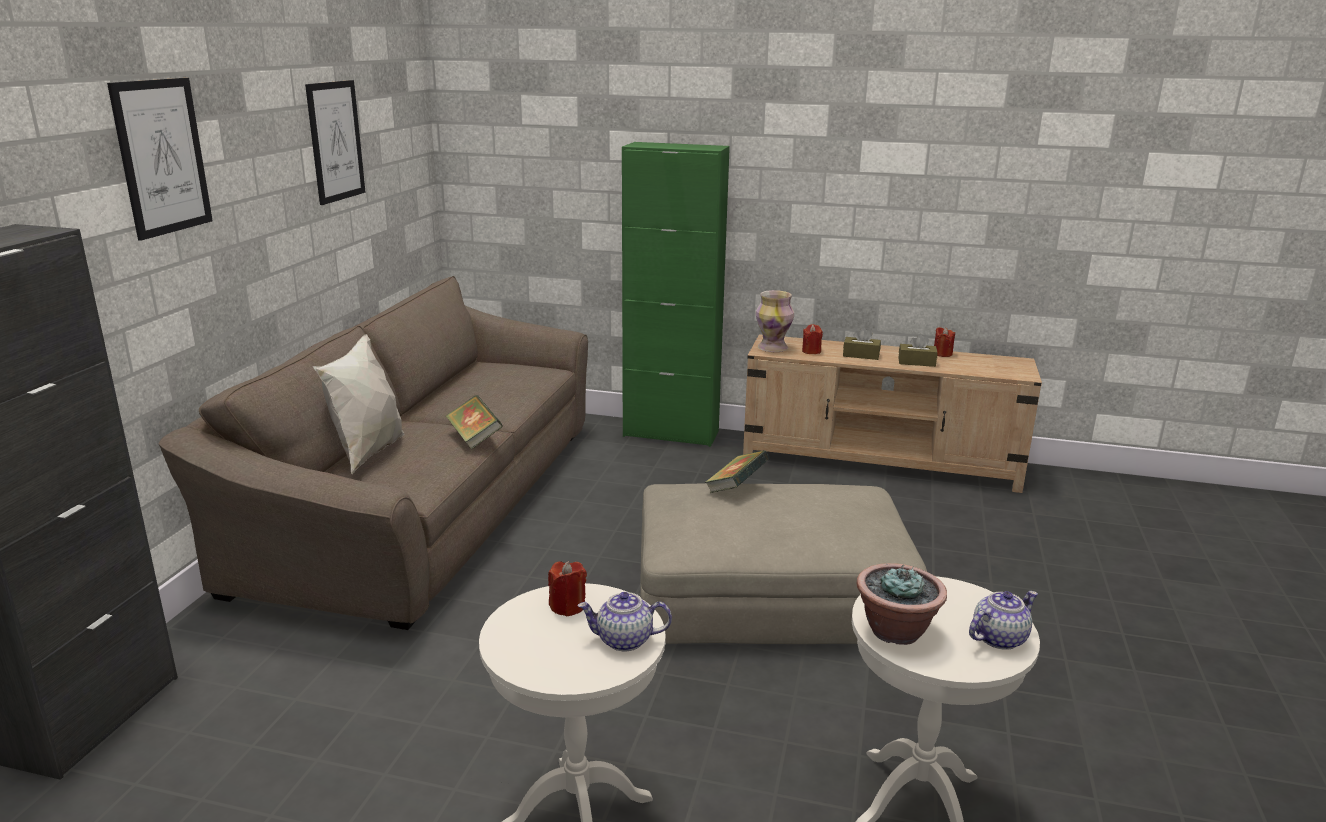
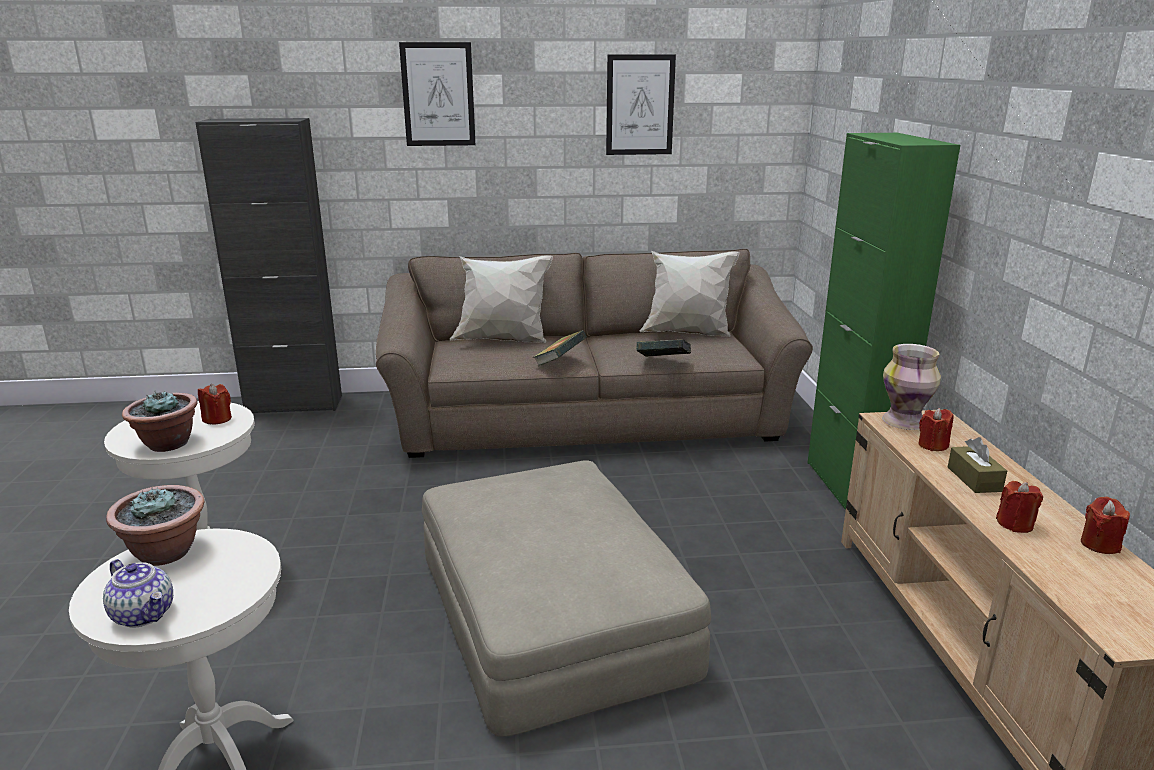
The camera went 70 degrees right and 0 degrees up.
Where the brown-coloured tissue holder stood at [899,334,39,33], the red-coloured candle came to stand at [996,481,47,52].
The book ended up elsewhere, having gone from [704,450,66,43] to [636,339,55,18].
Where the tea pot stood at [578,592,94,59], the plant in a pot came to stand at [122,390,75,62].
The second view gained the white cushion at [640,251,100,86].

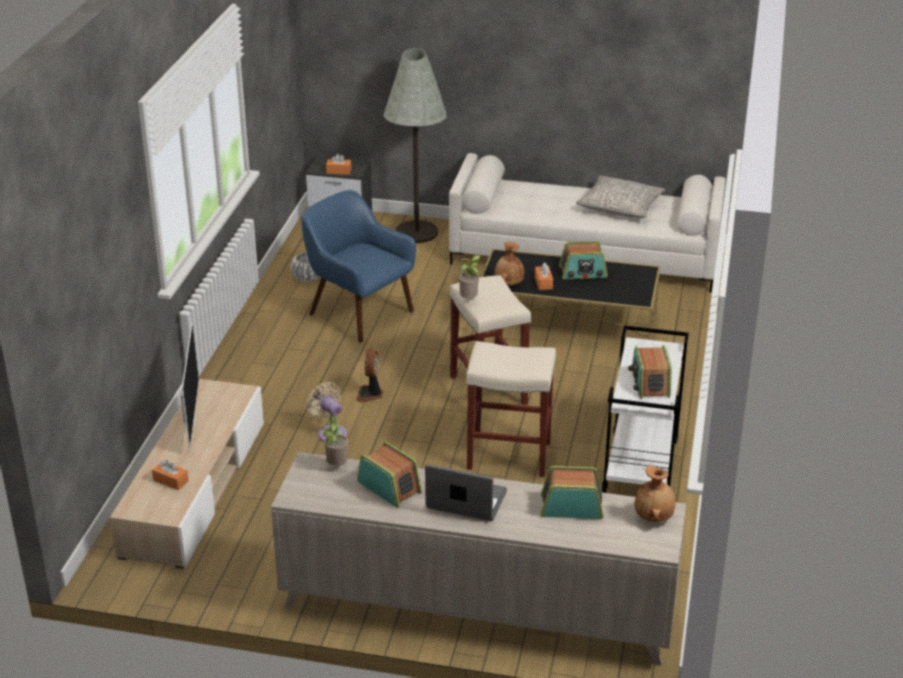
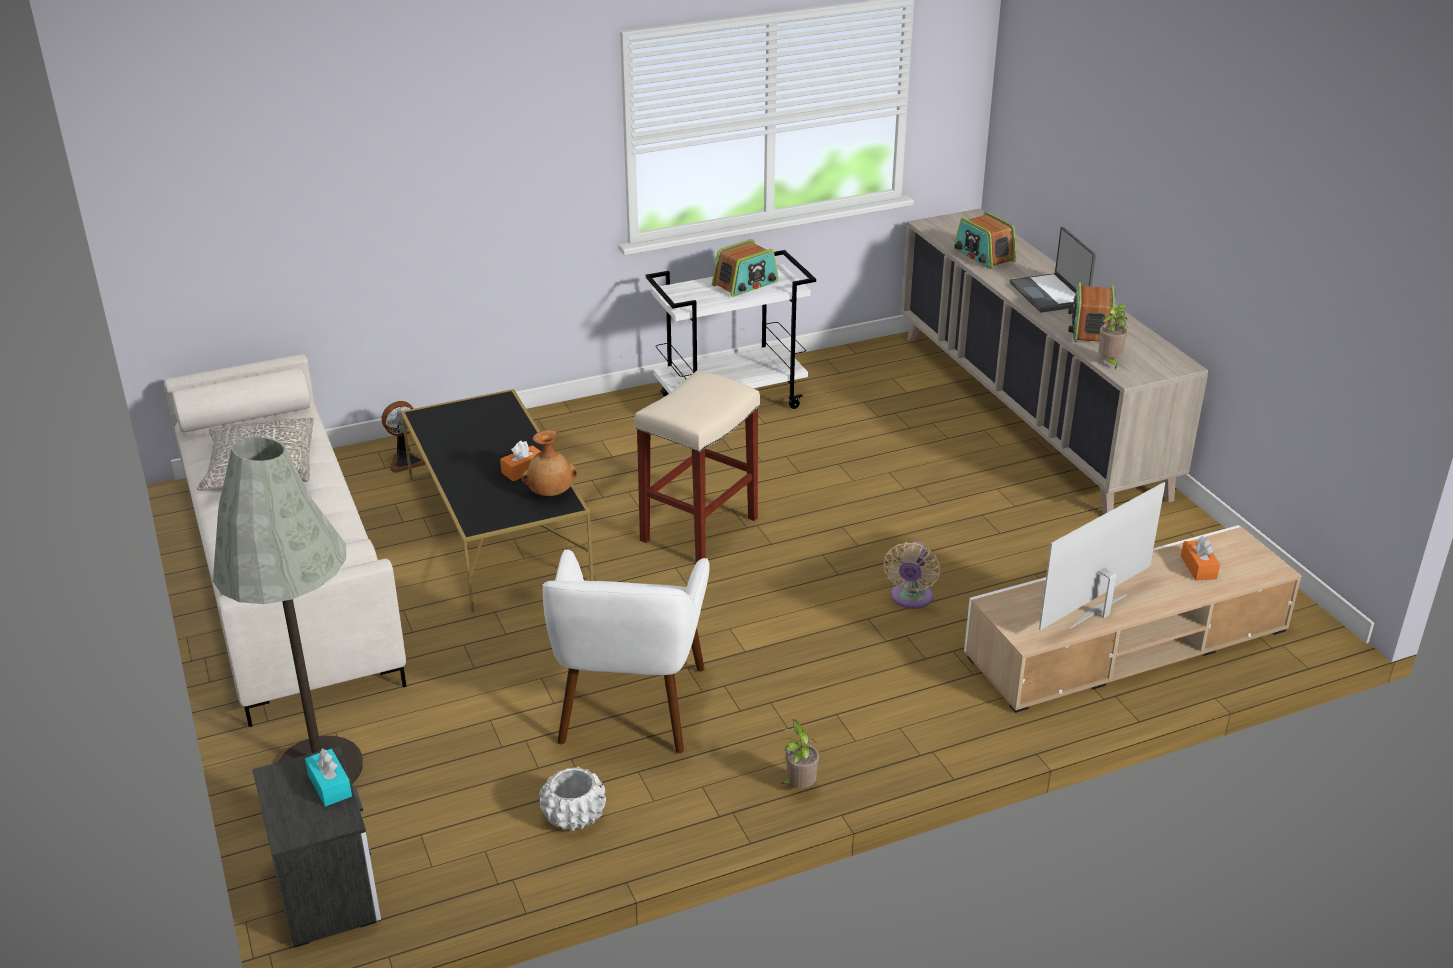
The camera went 125 degrees left and 0 degrees up.
What was the orange-coloured tissue holder at [326,154,26,21] turned into the turquoise-coloured tissue holder at [305,749,47,58].
What was the blue lounge chair at [301,190,115,153] turned into the white lounge chair at [542,549,168,204].
The second view lost the radio at [559,241,49,38].
The plant in a pot ended up elsewhere, having gone from [459,255,22,43] to [780,719,39,69].
The second view lost the beige-coloured stool at [466,341,90,136].
The electric fan ended up elsewhere, having gone from [356,348,28,54] to [382,401,44,72].
The second view lost the brown-coloured decorative vase at [635,465,40,57].

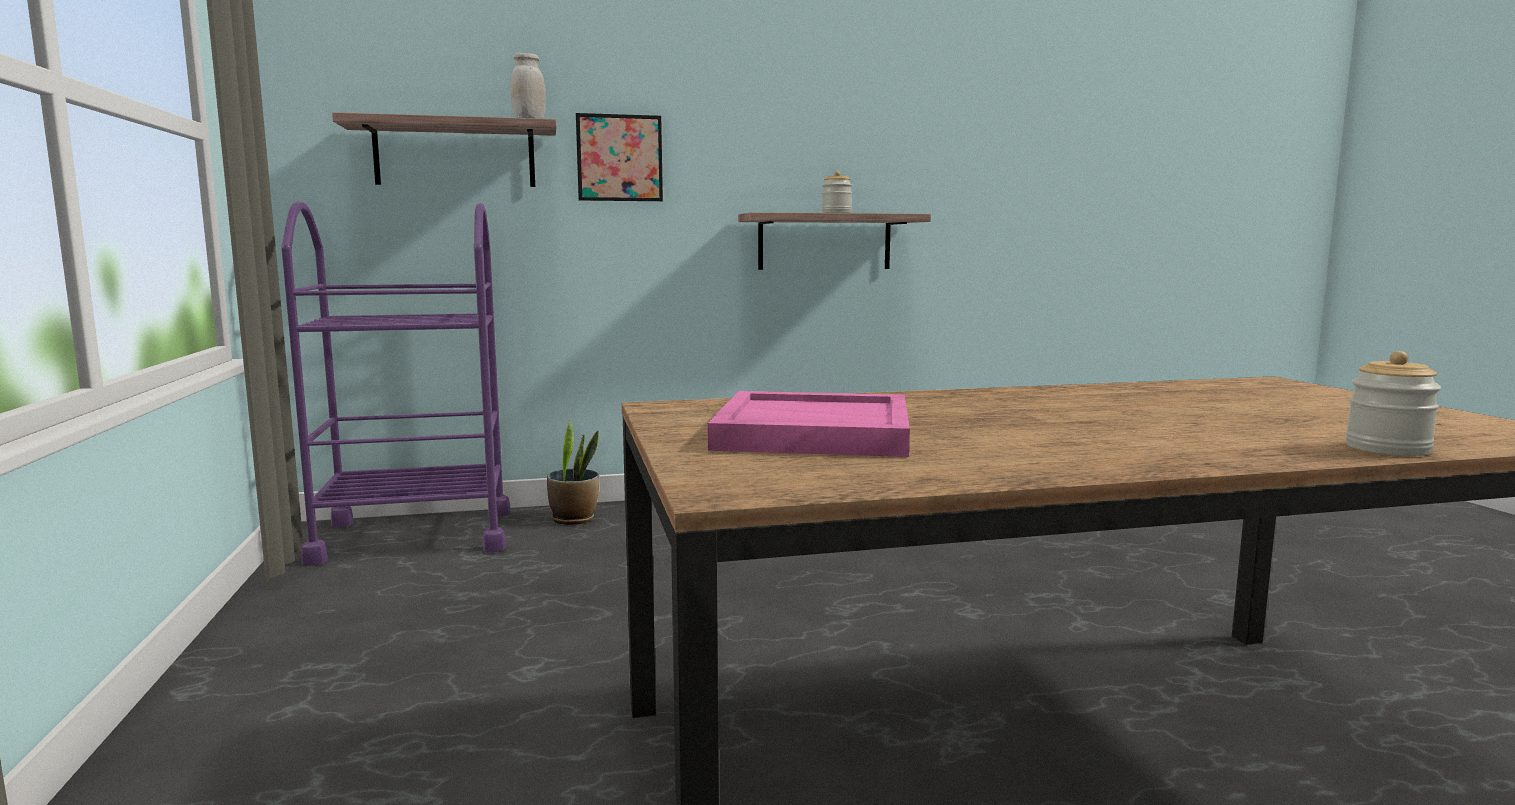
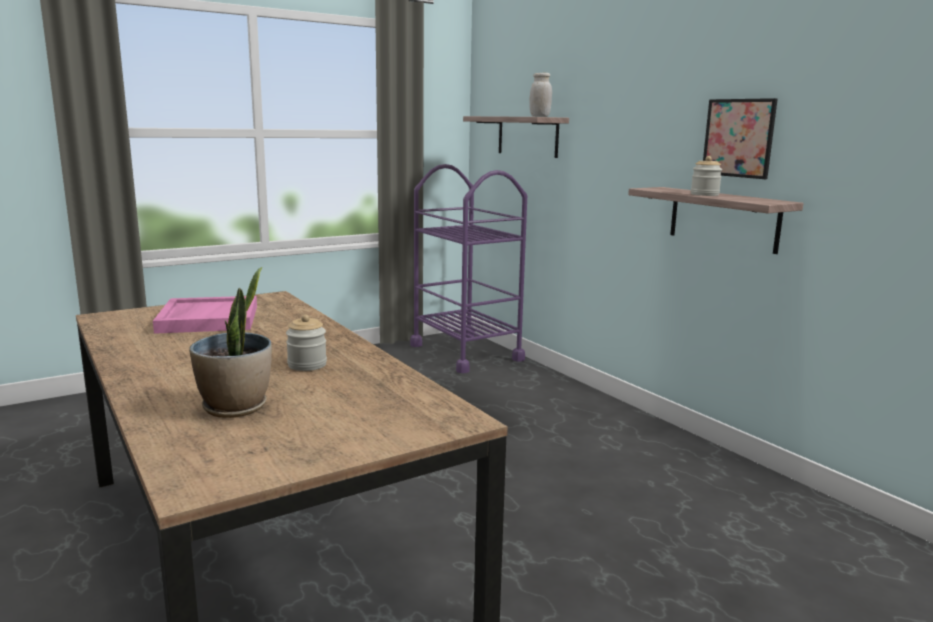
The camera went 70 degrees right and 5 degrees up.
The picture ended up elsewhere, having gone from [576,113,87,88] to [703,98,75,81].
The storage jar ended up elsewhere, having gone from [1345,351,96,105] to [286,314,41,57].
The plant in a pot ended up elsewhere, having gone from [547,421,52,104] to [189,267,83,151].

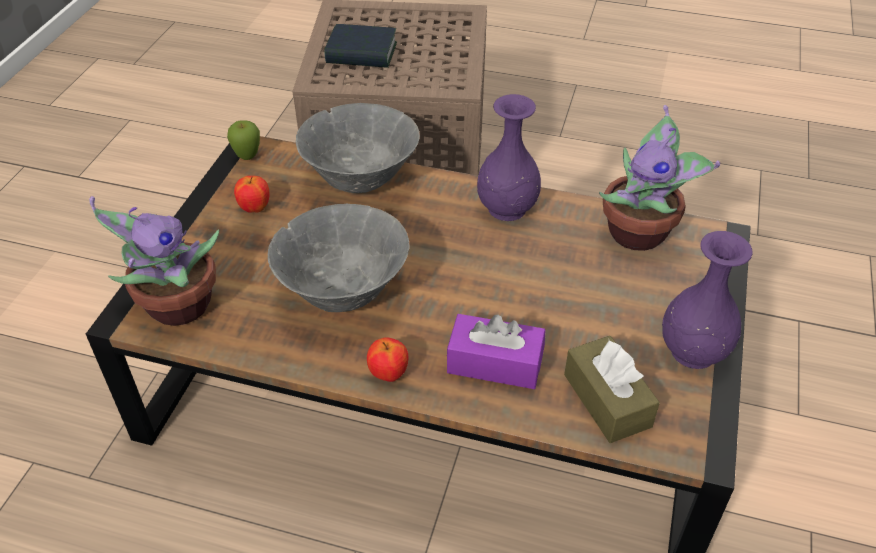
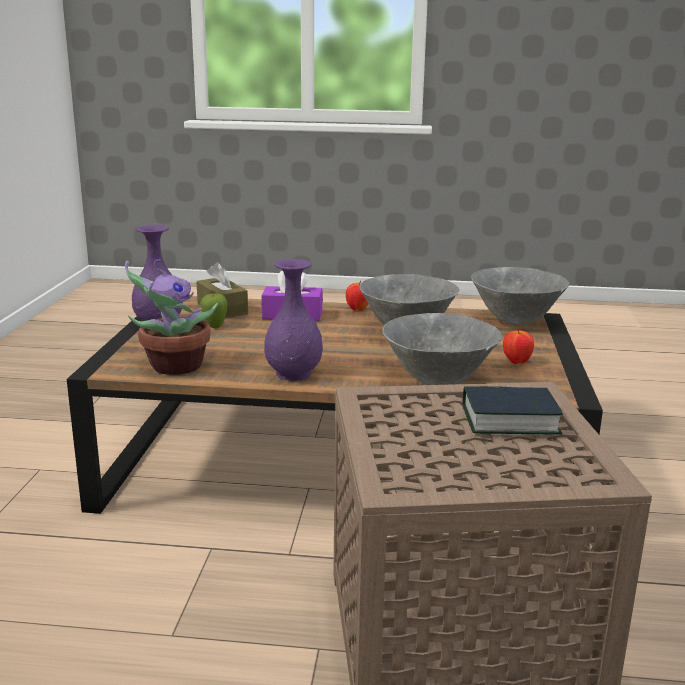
The camera went 170 degrees right and 25 degrees down.
The apple ended up elsewhere, having gone from [227,120,33,40] to [200,293,28,35].
Where the plant in a pot stood at [89,196,130,130], the grey bowl came to stand at [471,267,99,58].

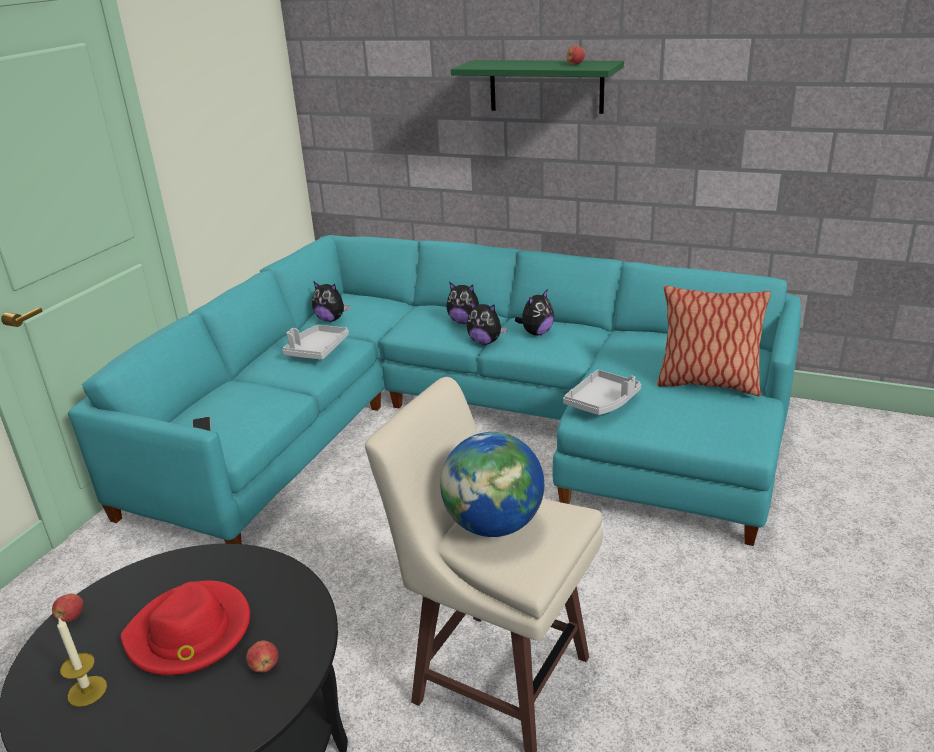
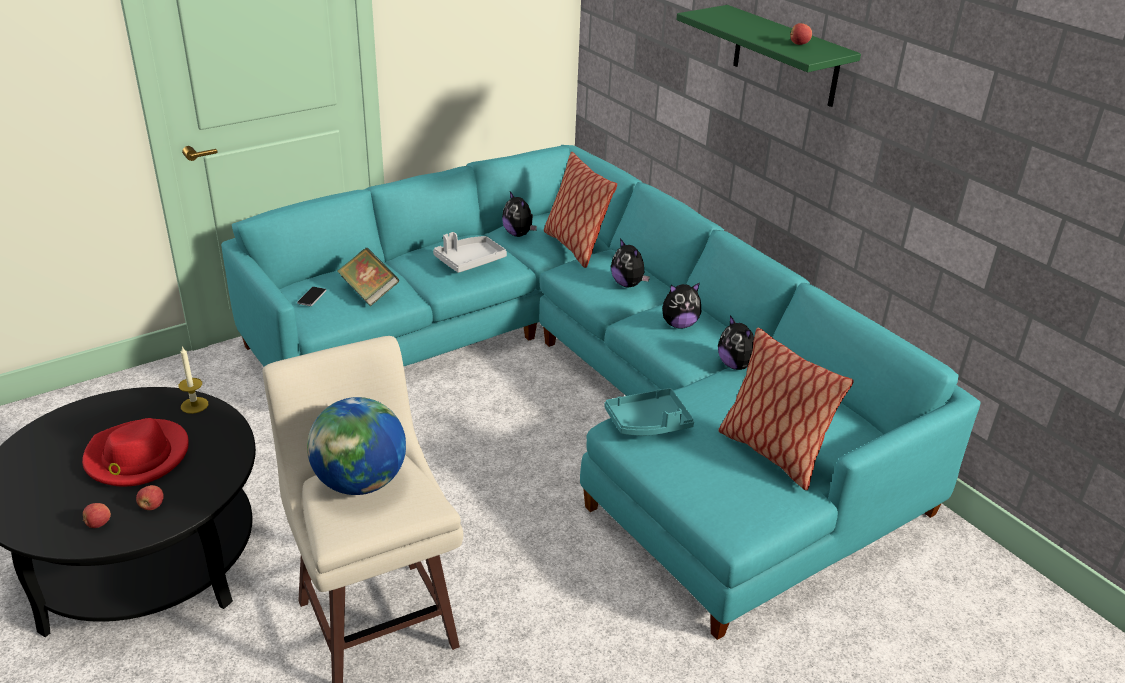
The camera went 30 degrees right and 5 degrees up.
The plush toy ended up elsewhere, having gone from [467,301,40,44] to [718,315,36,55].
What was the grey tray at [563,370,78,45] turned into the turquoise-coloured tray at [604,388,90,48].
The apple ended up elsewhere, having gone from [52,594,31,28] to [83,503,28,25].
The candle ended up elsewhere, having gone from [57,618,50,89] to [178,346,30,68].
The second view gained the cushion at [544,152,73,116].
The second view gained the book at [337,248,62,58].

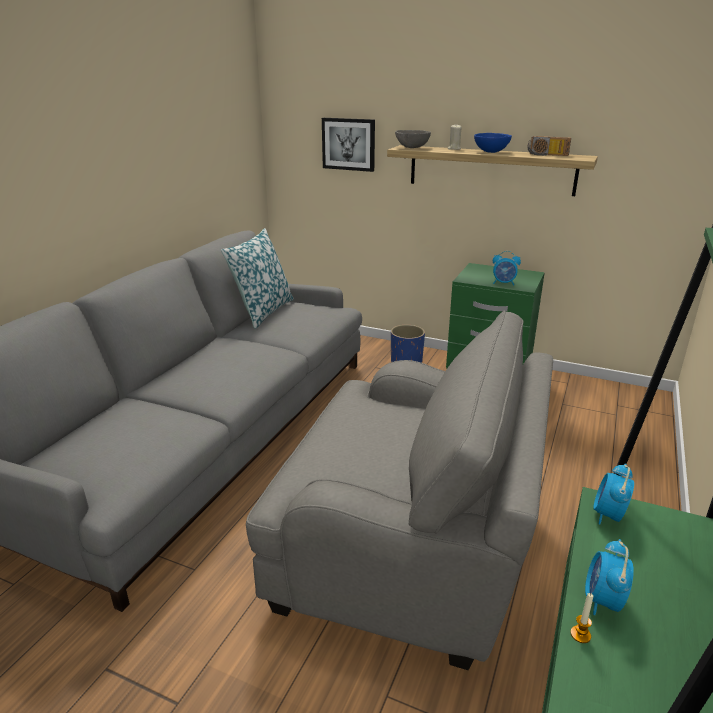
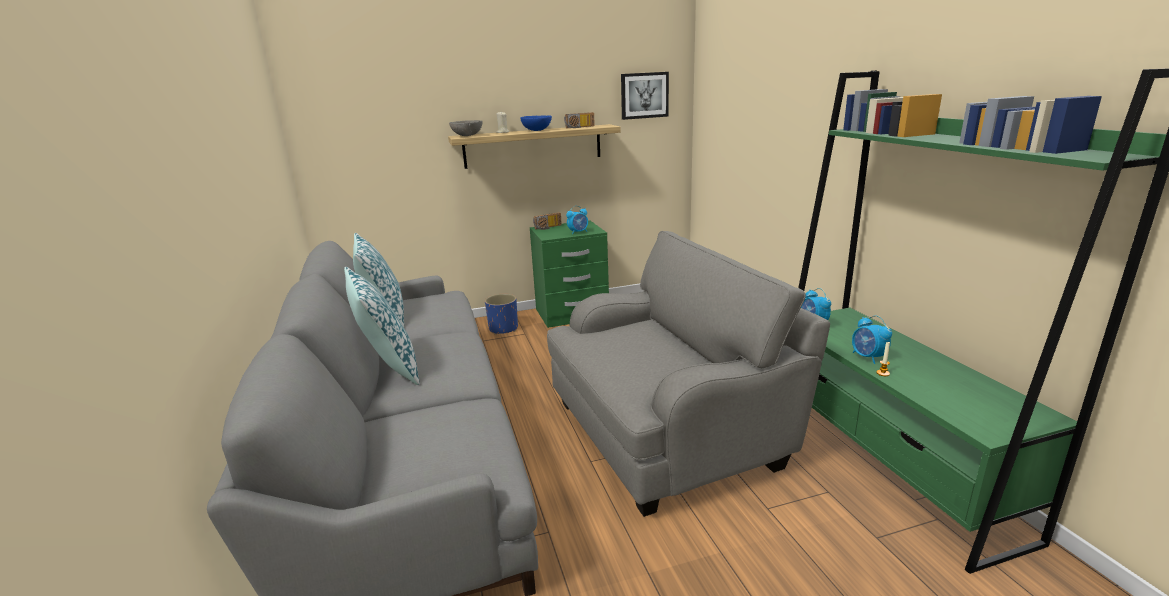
The camera went 40 degrees left and 5 degrees down.
The picture ended up elsewhere, having gone from [322,118,53,54] to [621,72,48,48].
The second view gained the radio at [533,212,29,18].
The second view gained the cushion at [344,267,75,118].

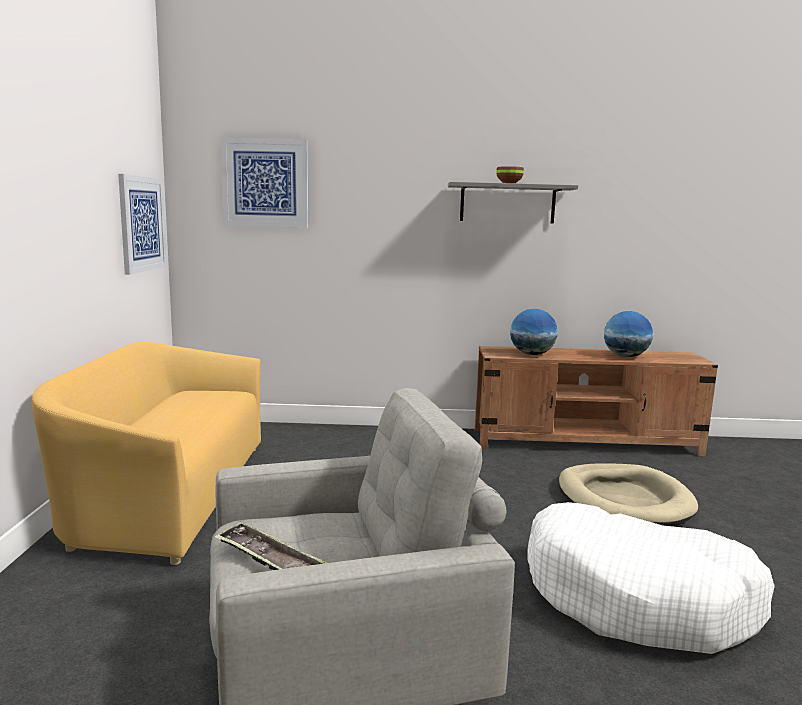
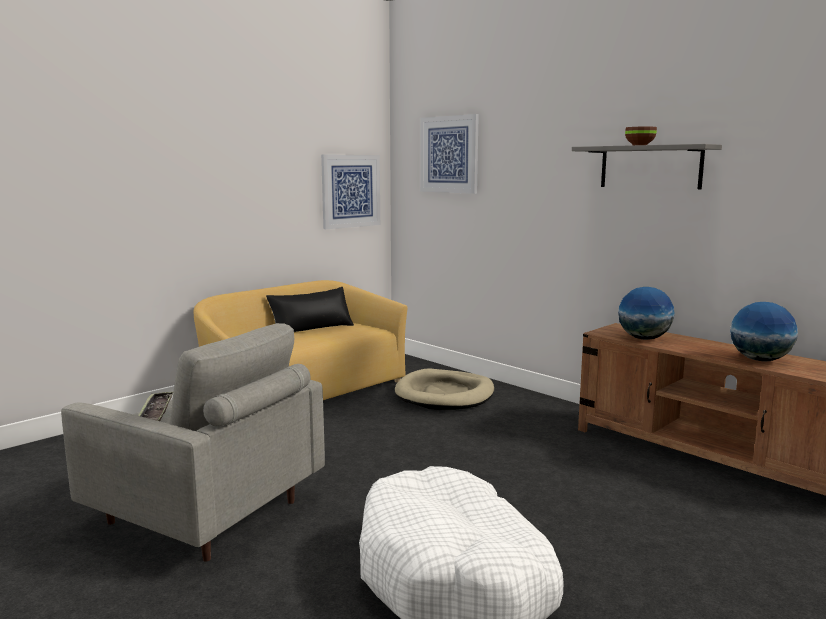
The camera went 45 degrees right and 0 degrees up.
The beige-coloured dog cushion ended up elsewhere, having gone from [559,463,139,63] to [395,369,99,41].
The second view gained the black-coloured cushion at [266,287,88,45].

